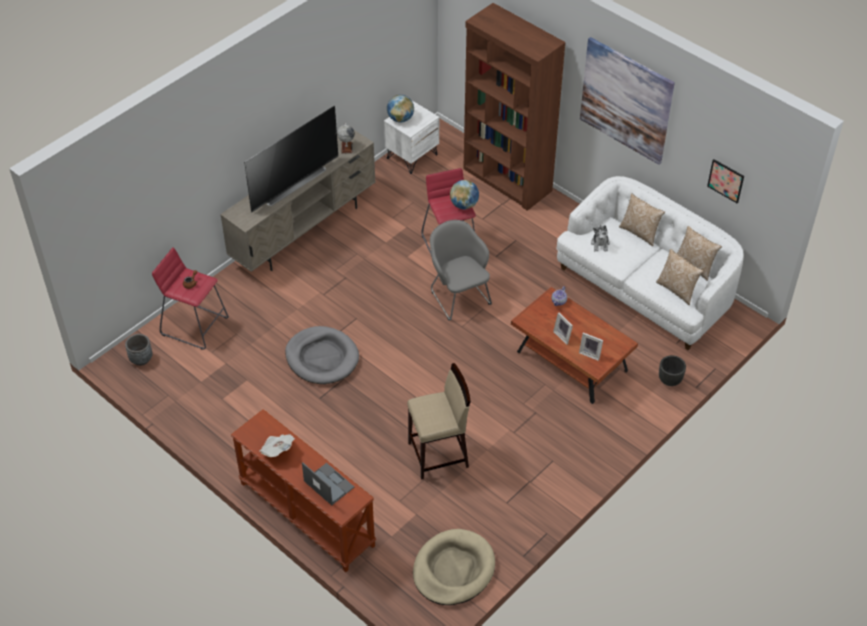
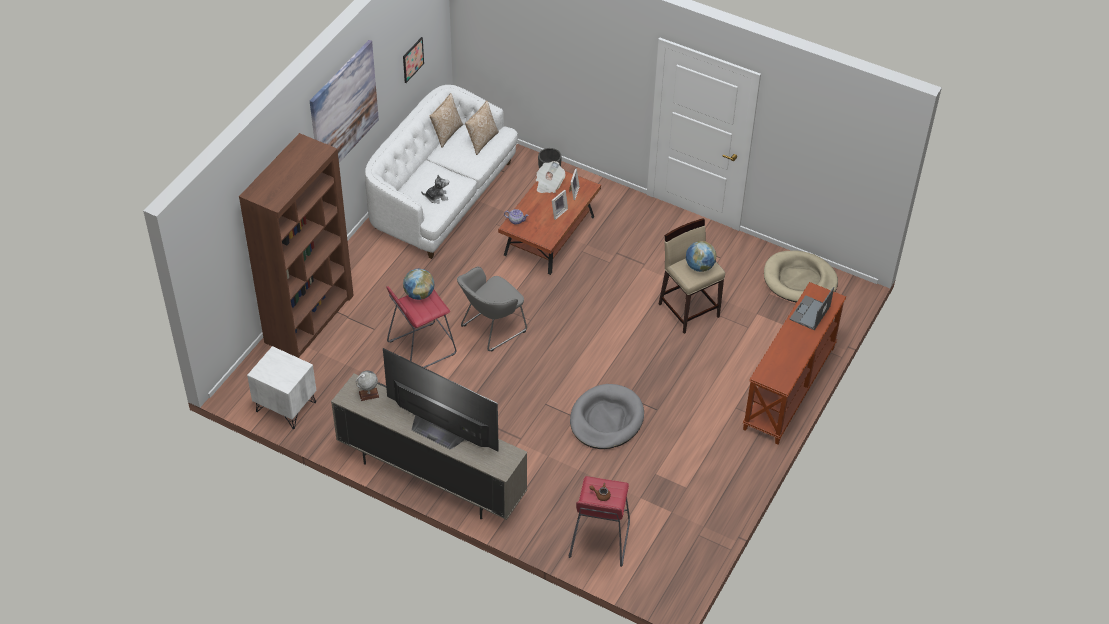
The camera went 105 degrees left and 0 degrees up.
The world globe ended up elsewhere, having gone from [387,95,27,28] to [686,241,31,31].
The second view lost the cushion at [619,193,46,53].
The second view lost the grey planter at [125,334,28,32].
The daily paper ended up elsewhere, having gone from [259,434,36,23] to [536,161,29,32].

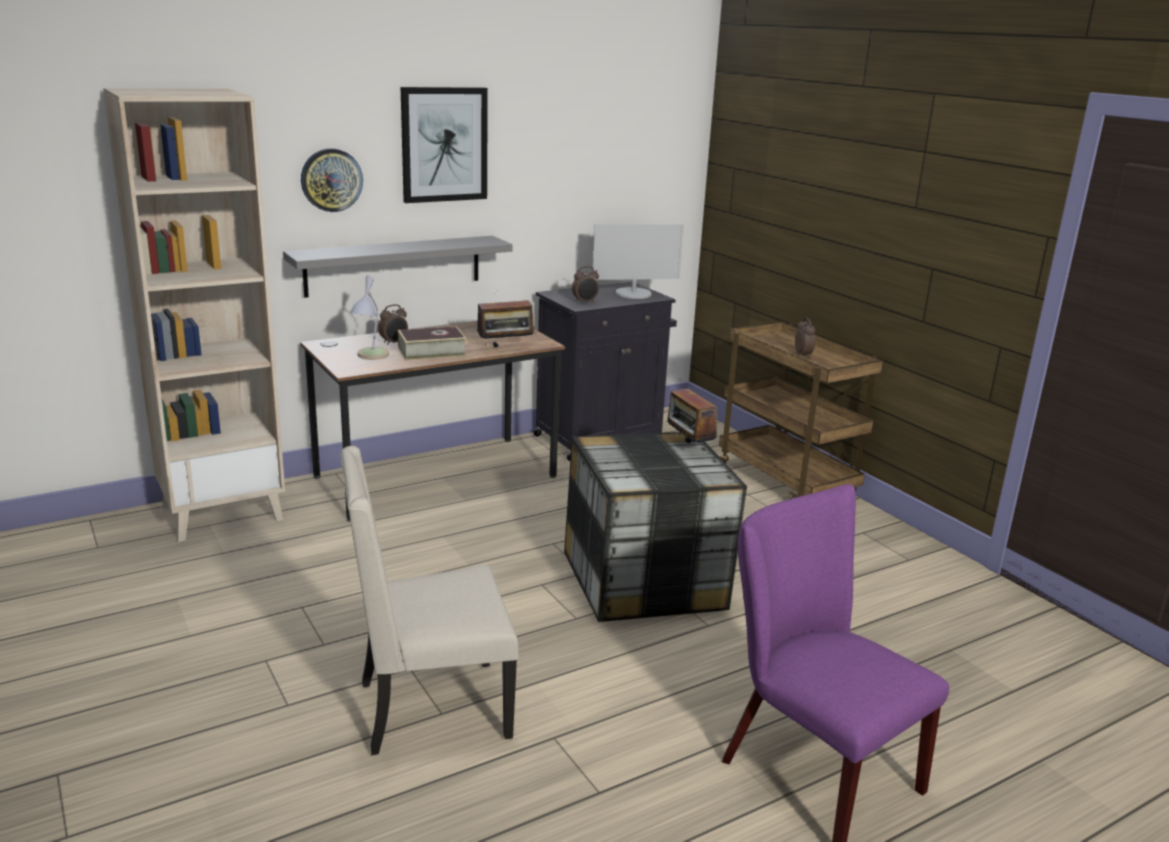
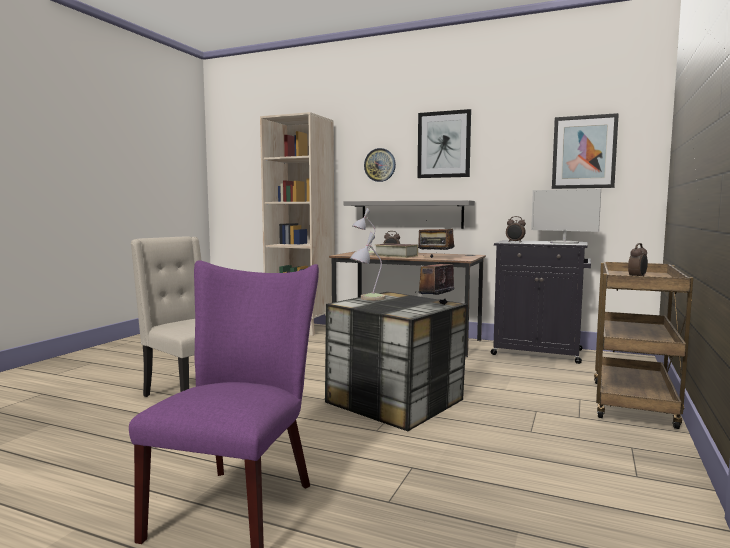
The camera went 55 degrees right and 15 degrees down.
The second view gained the picture at [552,113,67,76].
The second view gained the lamp for a table at [350,232,36,69].

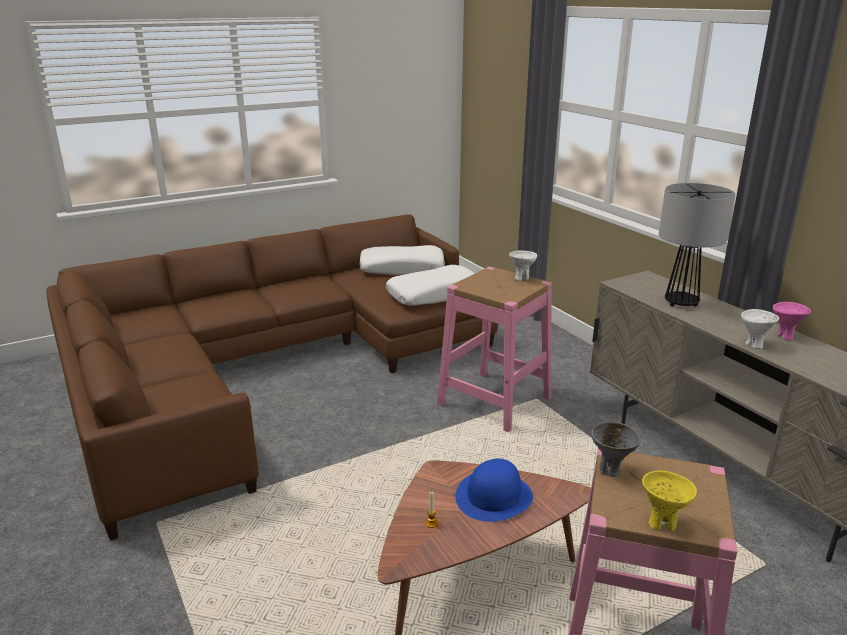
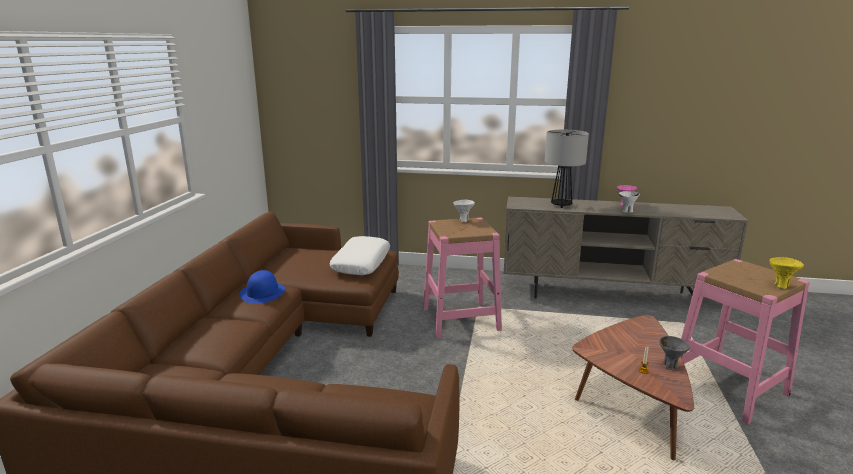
The camera went 50 degrees left and 5 degrees down.
The second view lost the white cushion at [360,245,85,30].
The grey bowl ended up elsewhere, having gone from [591,422,50,55] to [659,336,31,34].
The blue wearable hat ended up elsewhere, having gone from [455,459,78,63] to [239,270,46,34].

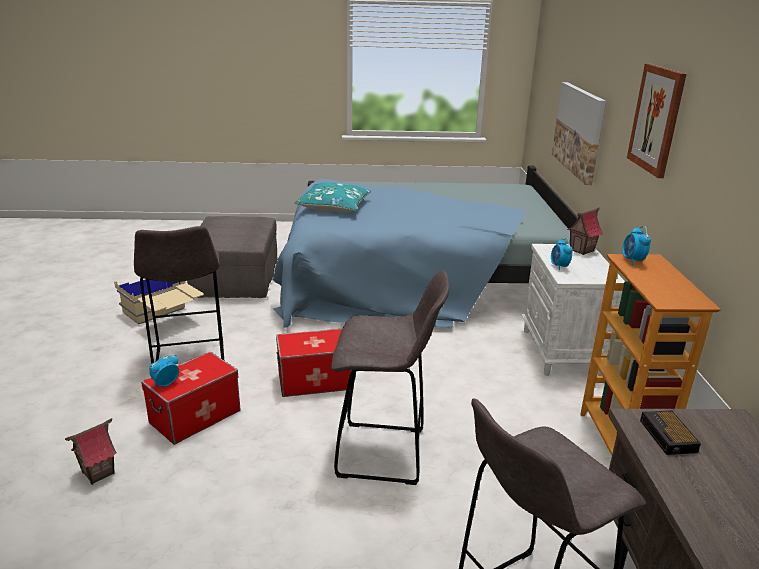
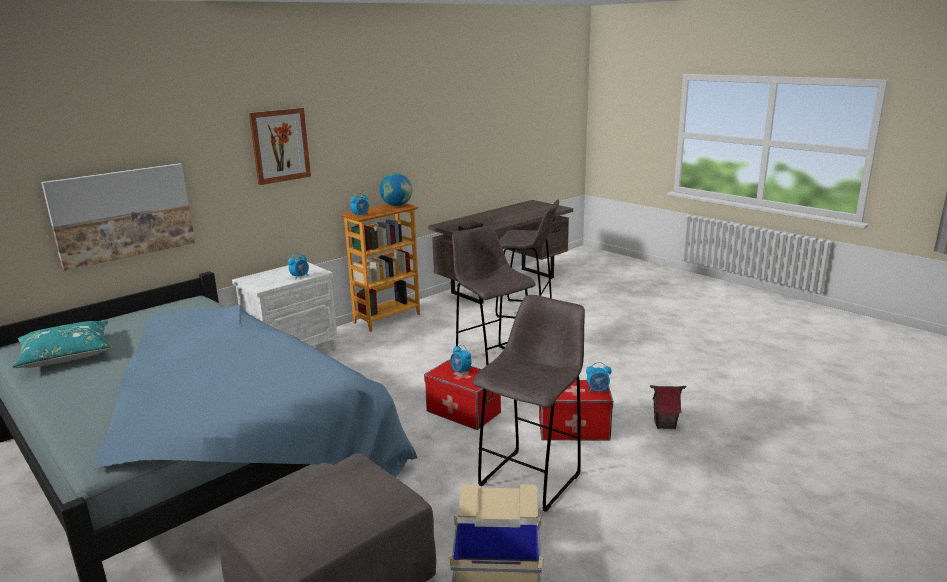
The camera went 130 degrees left and 5 degrees down.
The turquoise-coloured cushion ended up elsewhere, having gone from [295,182,76,30] to [12,321,99,47].
The second view lost the model house at [567,208,37,47].
The second view gained the world globe at [380,173,32,33].
The second view gained the table clock at [450,345,21,31].

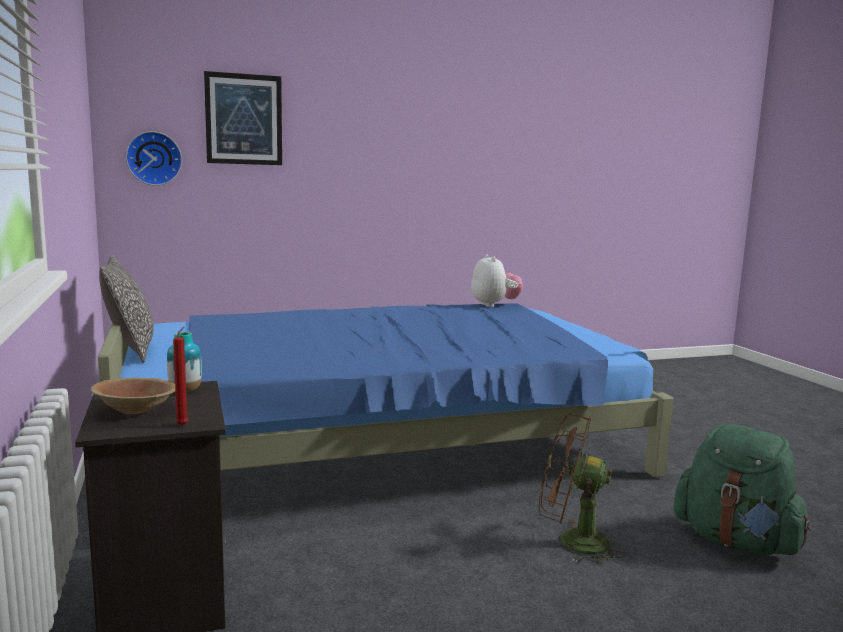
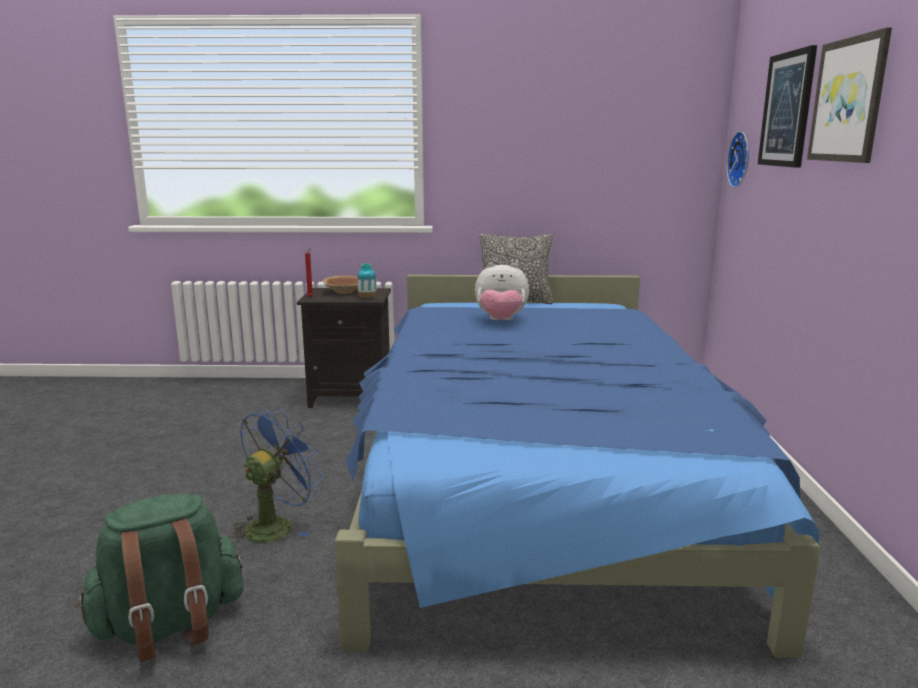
The camera went 110 degrees right and 5 degrees up.
The plush toy ended up elsewhere, having gone from [471,254,52,53] to [475,262,54,58].
What was the brown-coloured electric fan at [539,413,86,151] turned into the blue electric fan at [229,407,95,136].
The second view gained the picture at [807,28,85,135].

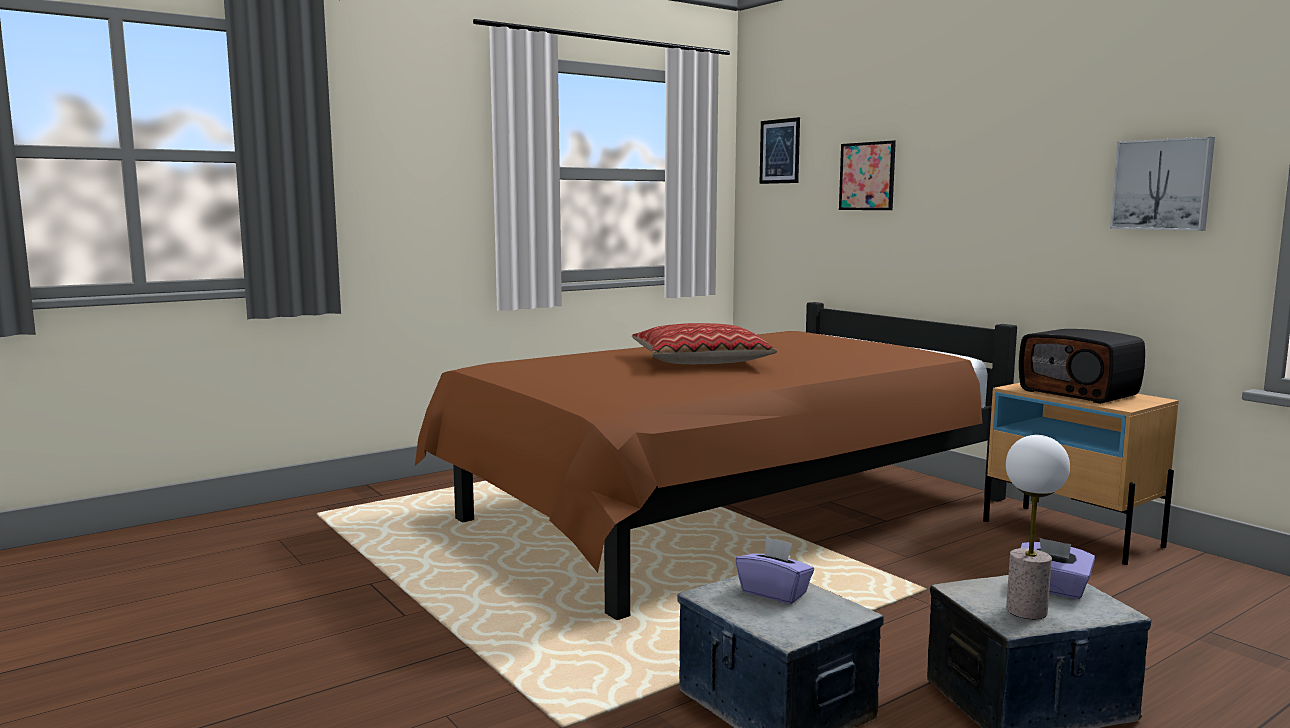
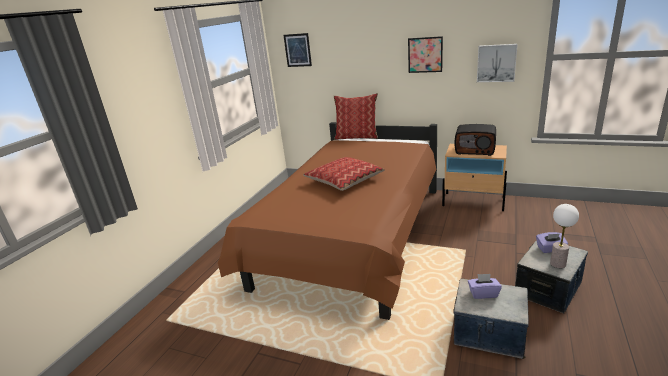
The camera went 30 degrees left and 15 degrees up.
The picture ended up elsewhere, having gone from [839,140,57,70] to [408,36,35,37].
The second view gained the cushion at [334,93,44,47].

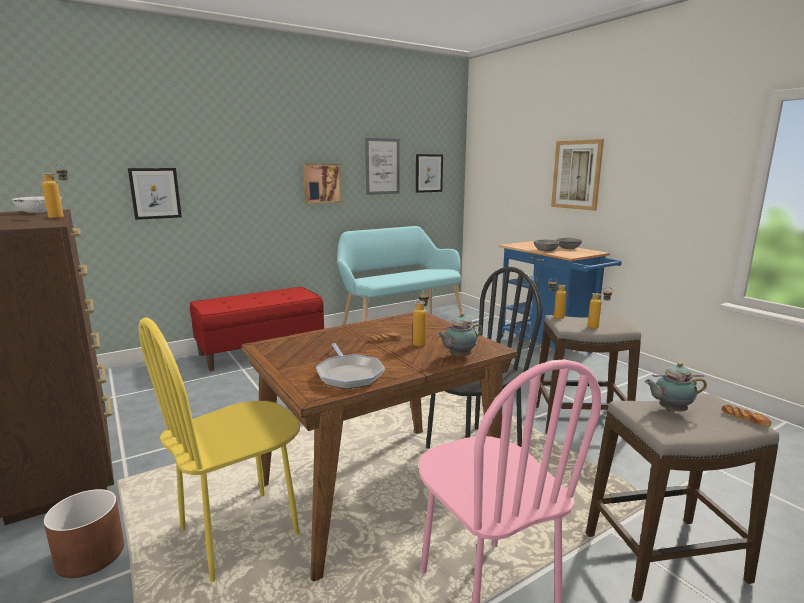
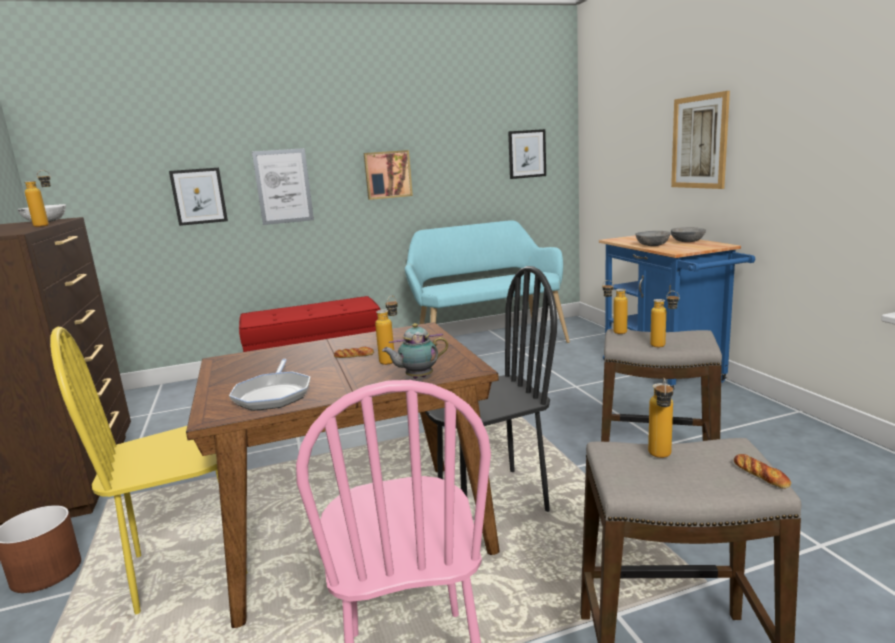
The camera went 15 degrees right and 0 degrees up.
The picture ended up elsewhere, having gone from [365,138,35,57] to [252,148,62,77].
Where the tea pot stood at [645,362,62,49], the beverage bottle came to stand at [648,378,25,80].

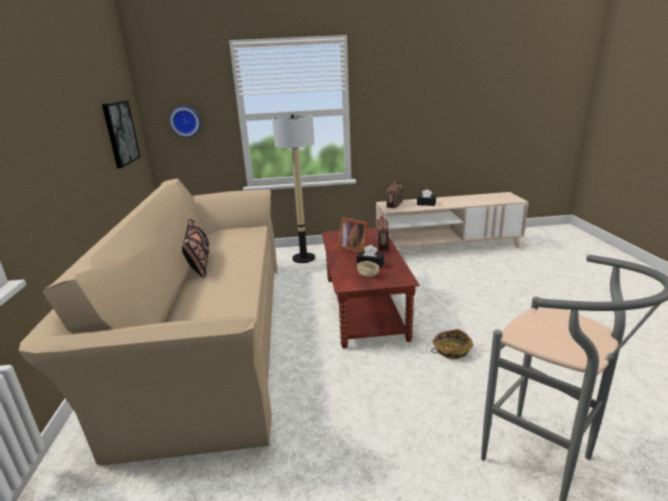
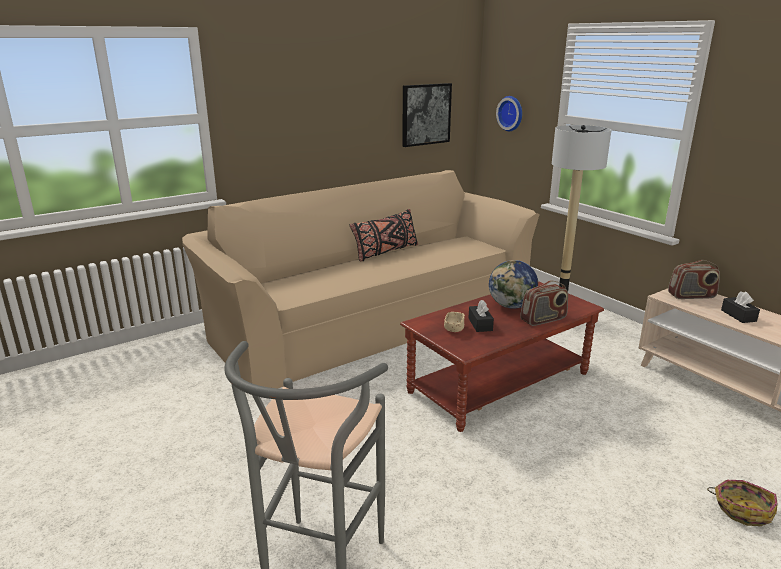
The camera went 60 degrees right and 0 degrees up.
Where the photo frame stood at [338,217,30,36], the world globe came to stand at [489,260,49,49].
The household basket ended up elsewhere, having gone from [431,329,43,30] to [707,480,71,46].

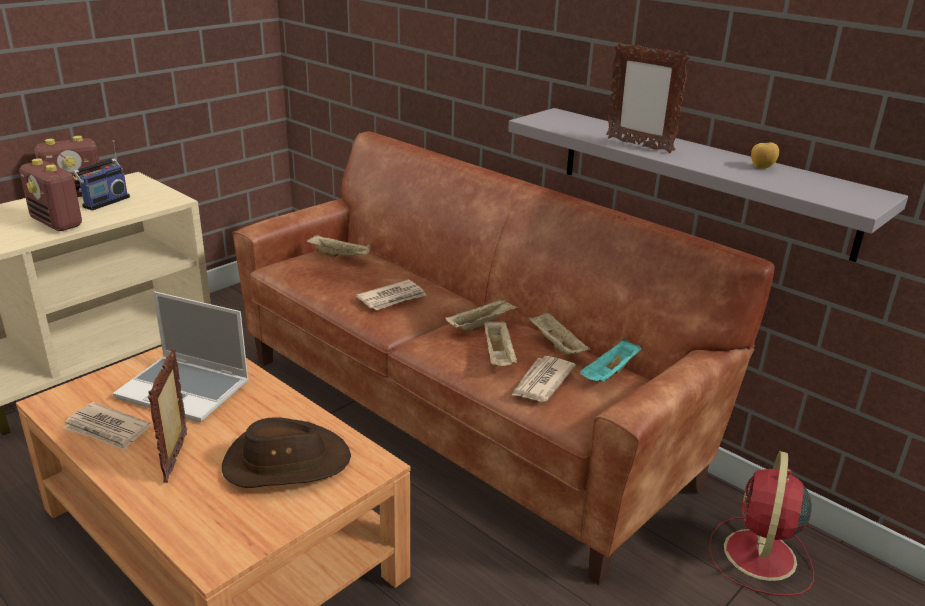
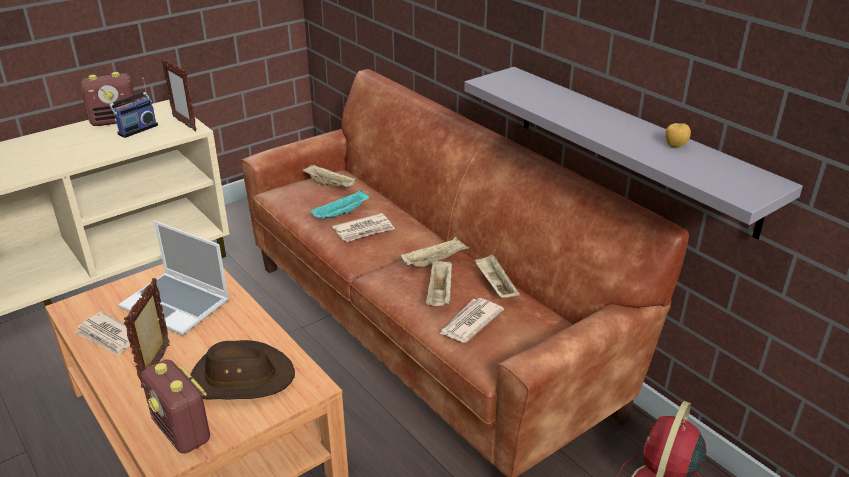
The camera went 10 degrees right and 5 degrees up.
The photo frame ended up elsewhere, having gone from [606,43,84,110] to [161,58,36,73].
The radio ended up elsewhere, having gone from [20,158,62,73] to [141,359,69,95].
The turquoise-coloured tray ended up elsewhere, having gone from [579,339,63,43] to [310,190,59,29].

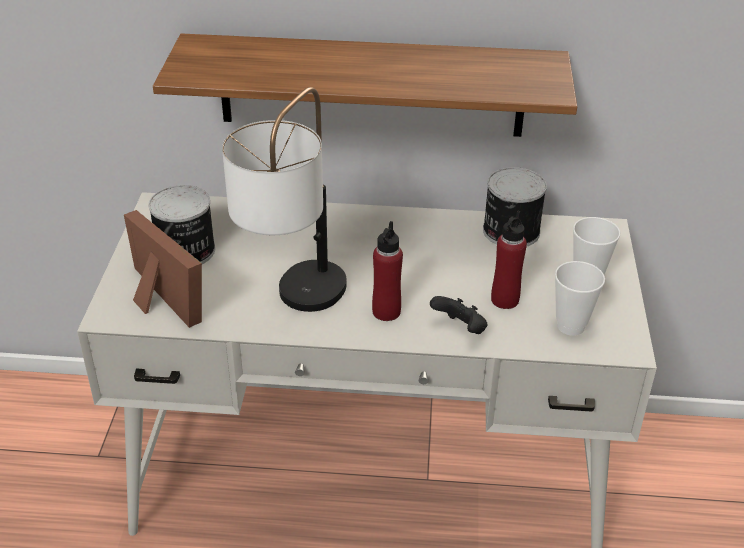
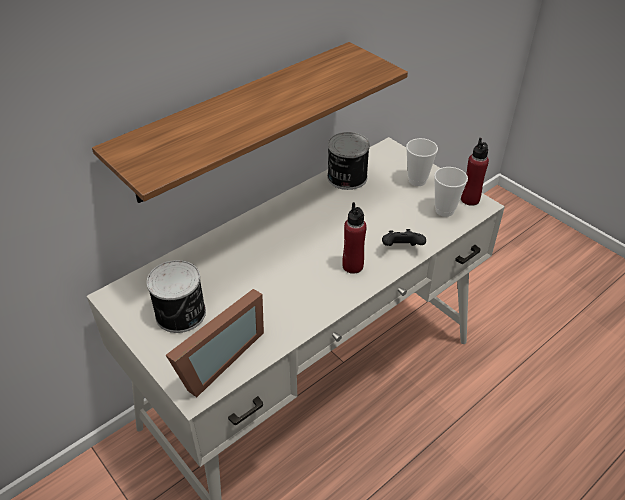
The camera went 45 degrees left and 5 degrees up.
The second view lost the lamp for a table at [222,87,125,225].
The photo frame at [124,210,78,118] ended up facing another way, 120 degrees clockwise from before.
The red-coloured beverage bottle ended up elsewhere, having gone from [491,211,36,98] to [461,138,28,68].

